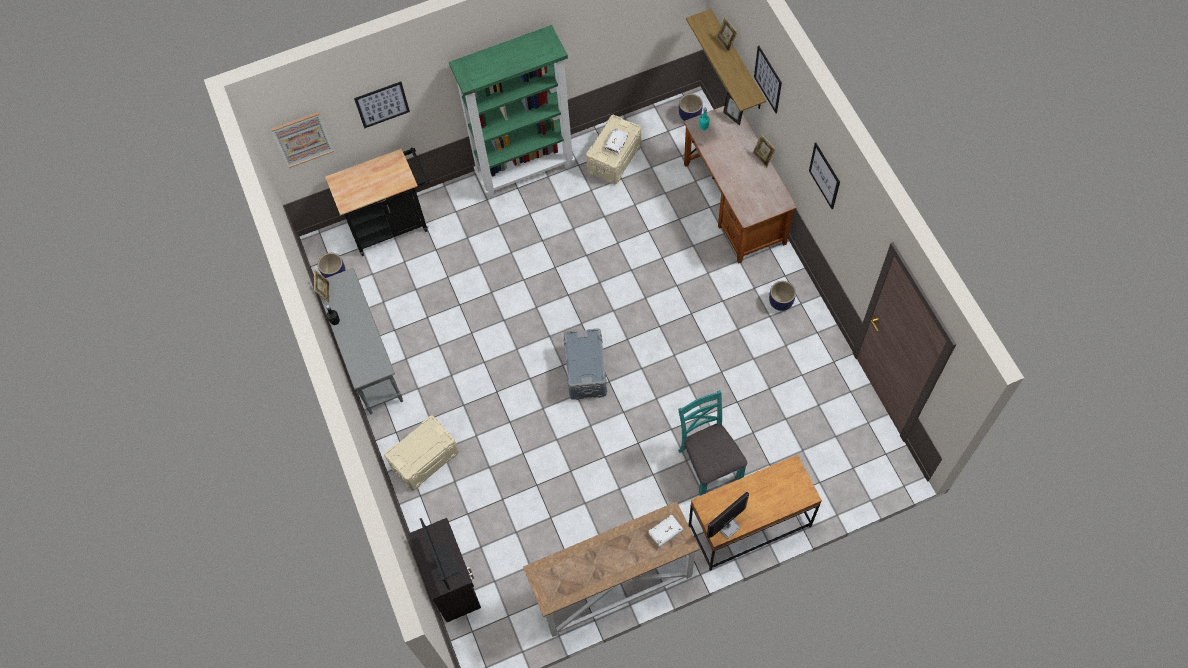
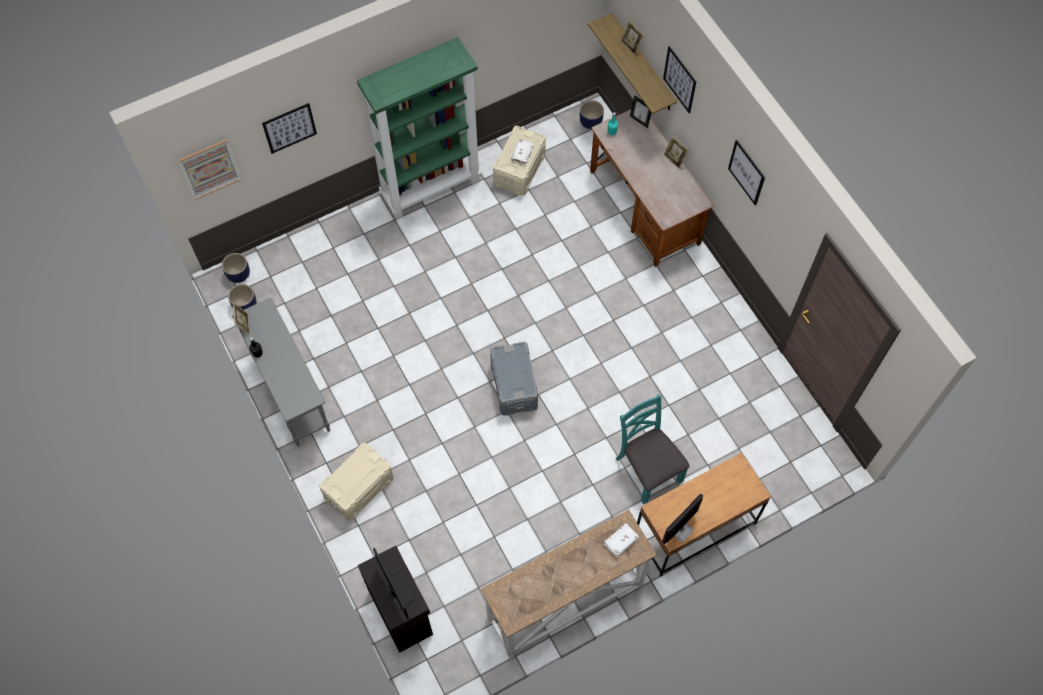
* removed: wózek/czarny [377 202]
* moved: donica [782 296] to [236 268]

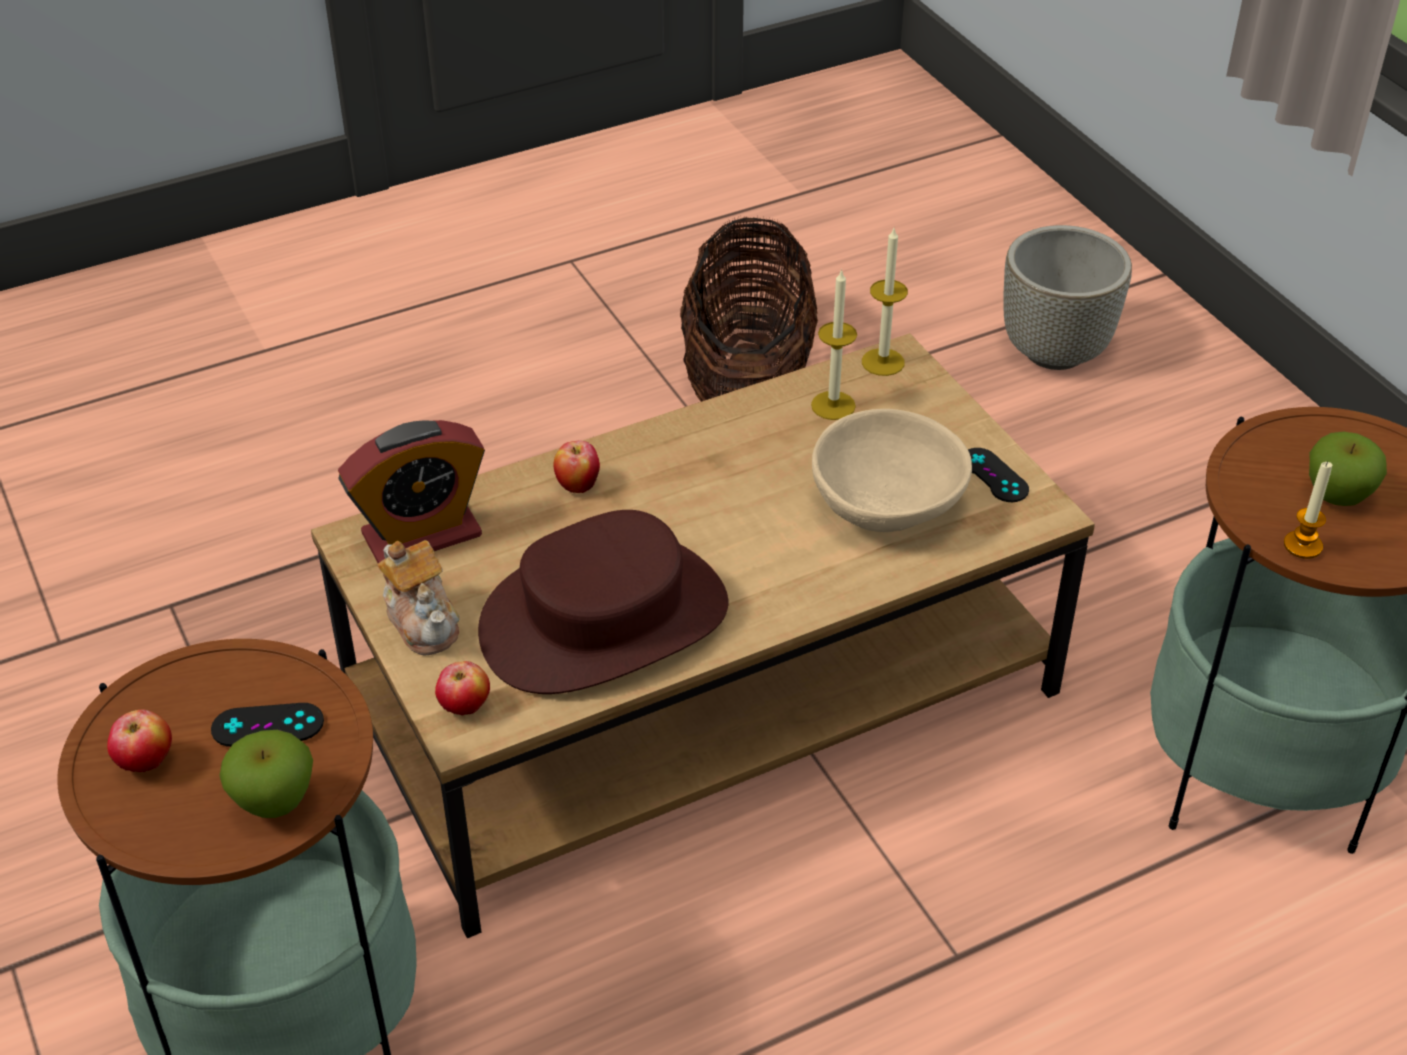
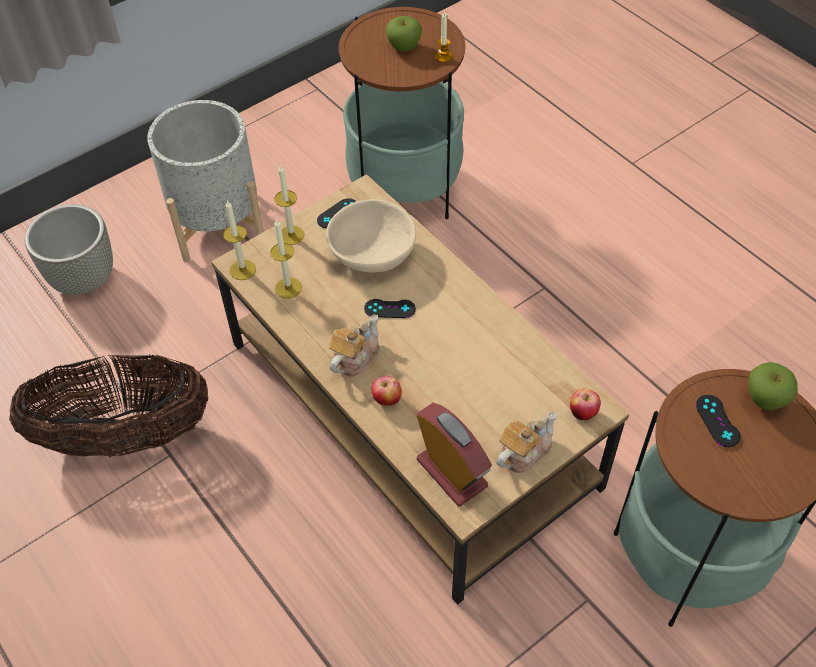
* removed: jabłko [139 740]
* removed: kapelusz/brązowy [603 602]
* added: donica/szary [205 181]
* added: świeca [289 204]
* added: imbryk [354 346]
* added: pad do gier/czarny [390 308]

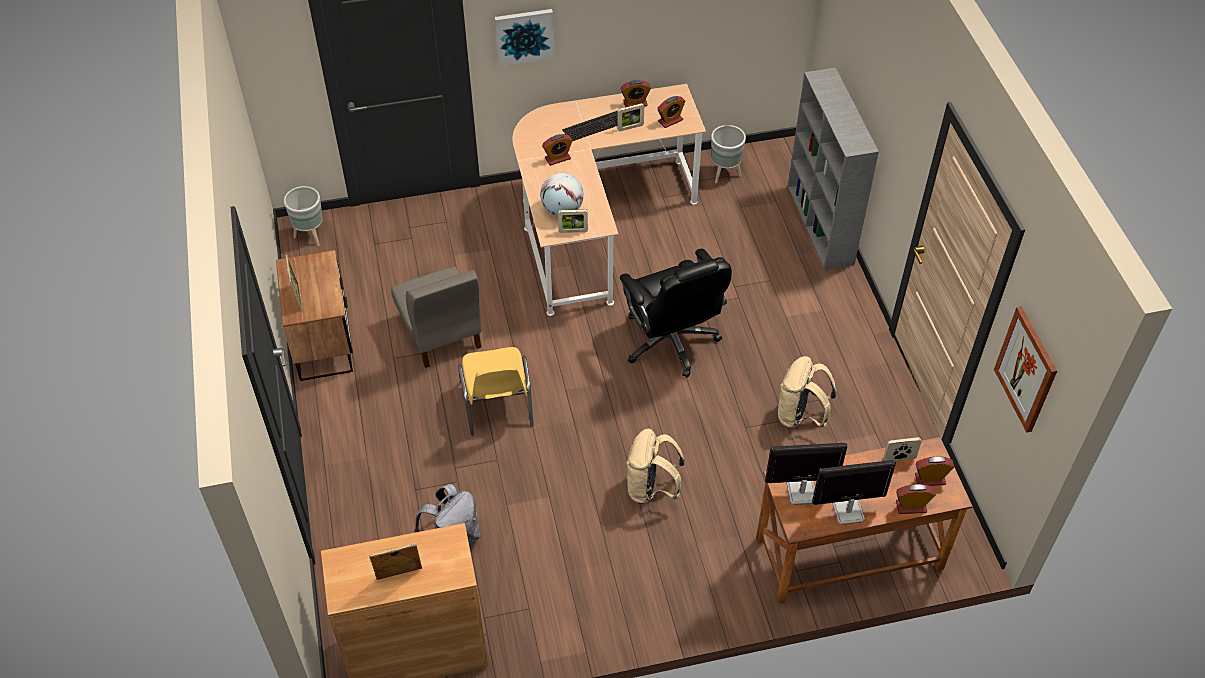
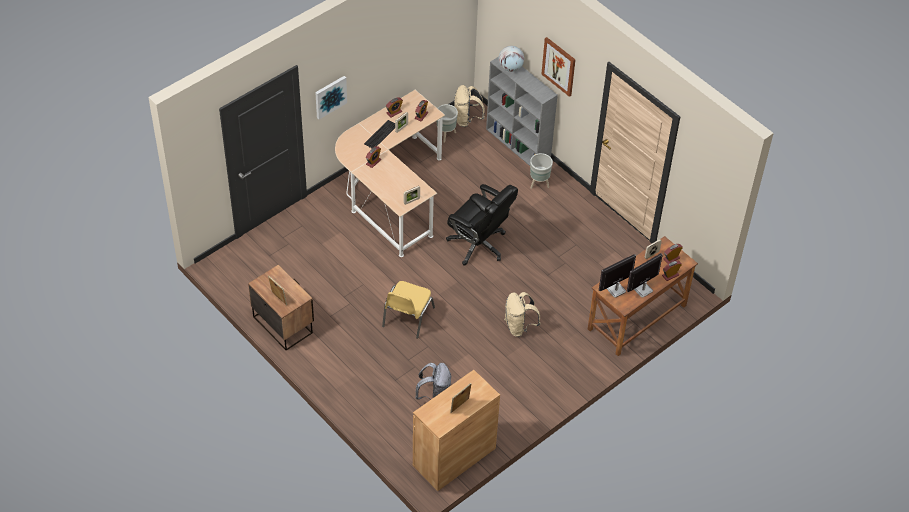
* moved: donica/szary [303 216] to [541 171]
* removed: krzesło/szary [436 317]
* turned: krzesło/żółty [496 391] = [408 309] 60 degrees clockwise
* moved: globus [562 194] to [511 59]
* moved: plecak/beżowy [807 392] to [469 106]
* moved: obraz [1025 369] to [558 67]

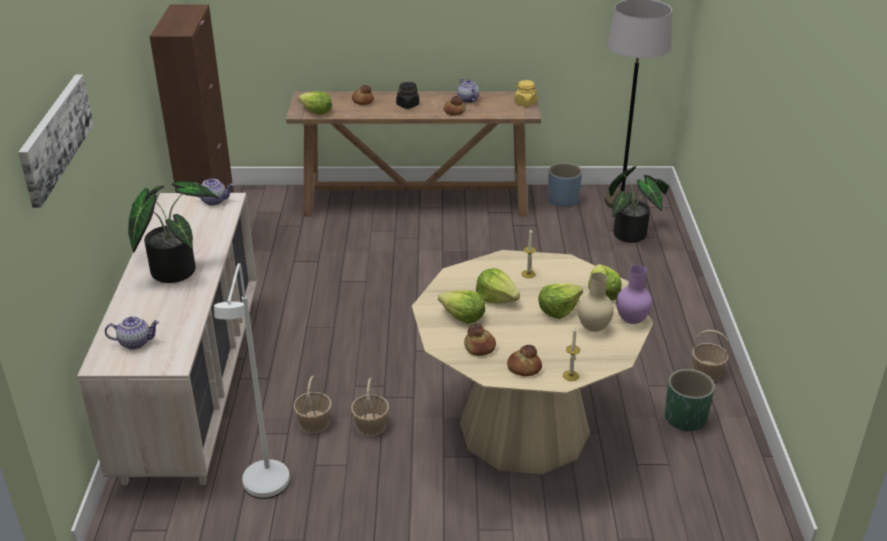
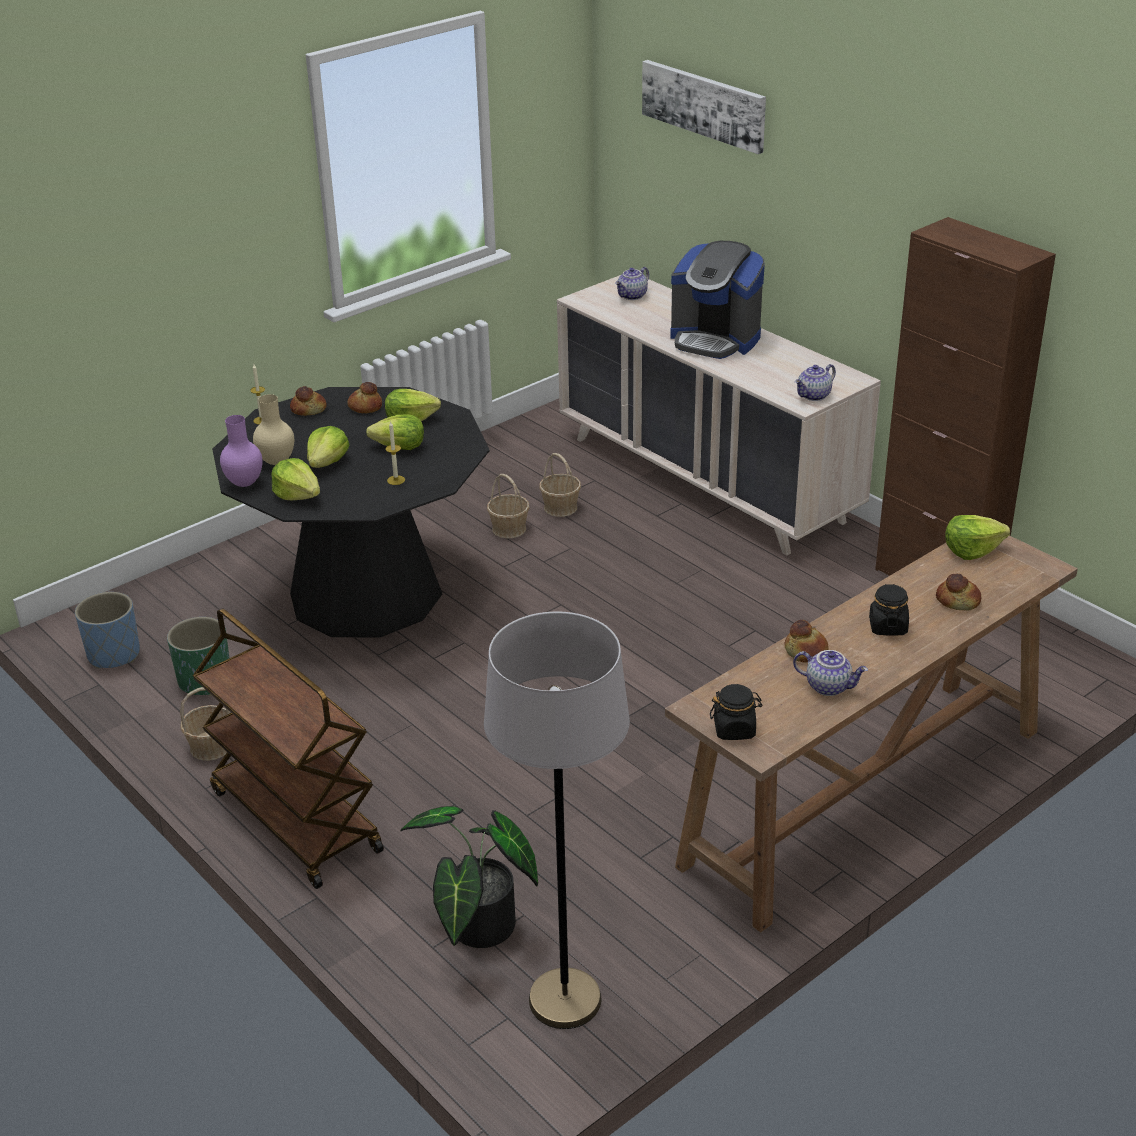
* replaced: roślina doniczkowa [173 232] to ekspres do kawy [717 300]
* removed: lampa stojąca/biały [252 381]
* recoloured: stół jadalny/beżowy [533 362] to stół jadalny/czarny [351 512]
* recoloured: słoik/żółty [525 93] to słoik/czarny [736 712]
* moved: donica/niebieski [565 185] to [107 630]
* added: wózek/brązowy [288 748]

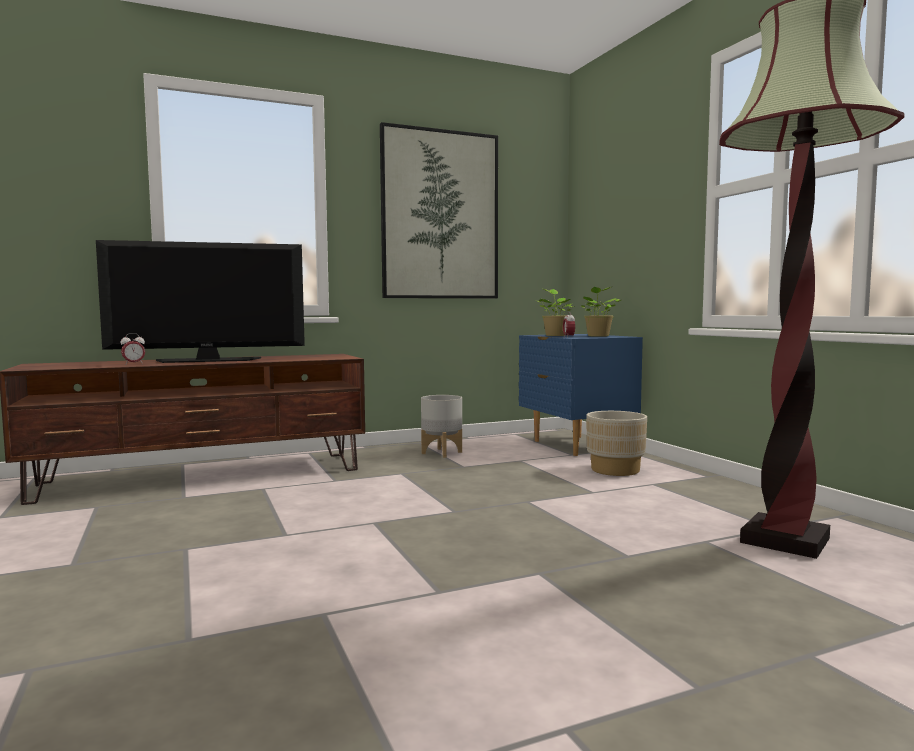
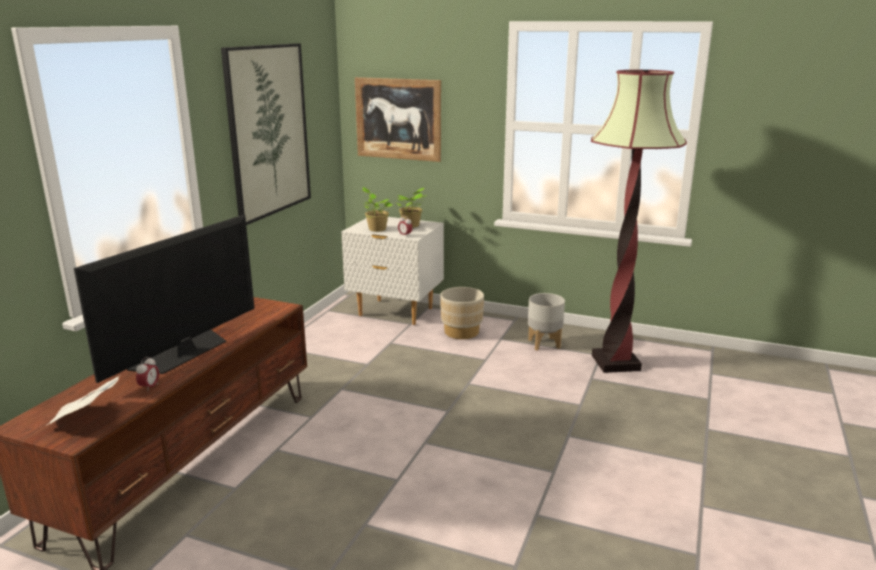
* moved: donica/szary [441 426] to [546 322]
* recoloured: szafka nocna/niebieski [581 395] to szafka nocna/biały [392 271]
* added: gazeta [82 401]
* added: obraz [398 119]

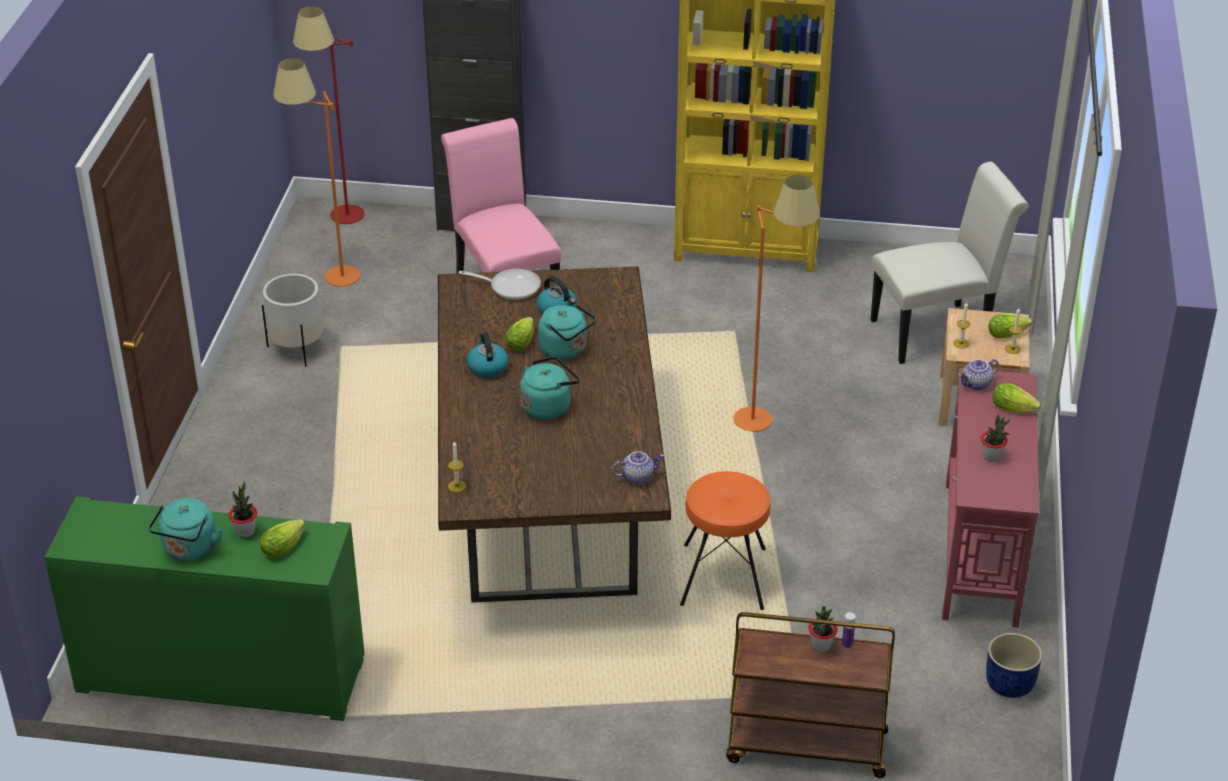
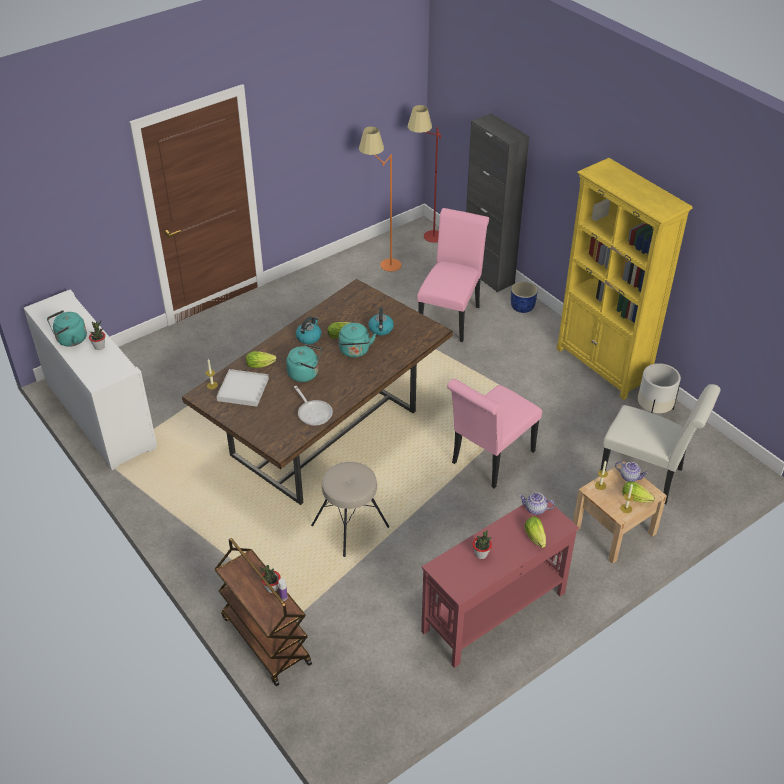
* recoloured: szafka/zielony [204 608] to szafka/biały [90 379]
* moved: sałata [282 538] to [261 359]
* moved: donica/biały [292 320] to [659 388]
* moved: patelnia [499 284] to [313 406]
* moved: imbryk [638 468] to [631 471]
* recoloured: stołek/pomarańczowy [725 540] to stołek/beżowy [350 509]
* replaced: lampa stojąca/pomarańczowy [776 303] to krzesło/różowy [494 433]
* moved: donica/niebieski [1014 665] to [524 297]
* added: taca/biały [243 388]

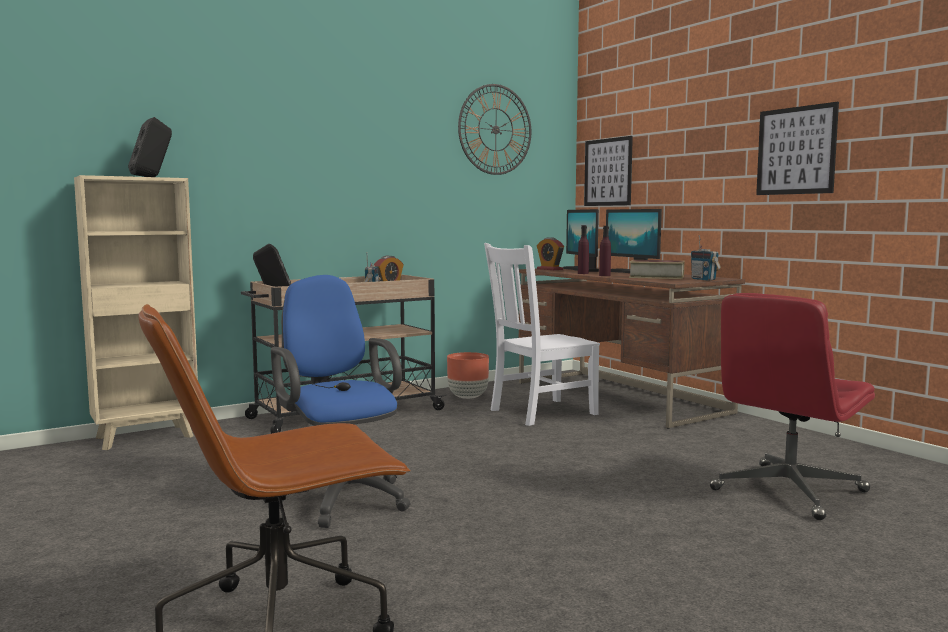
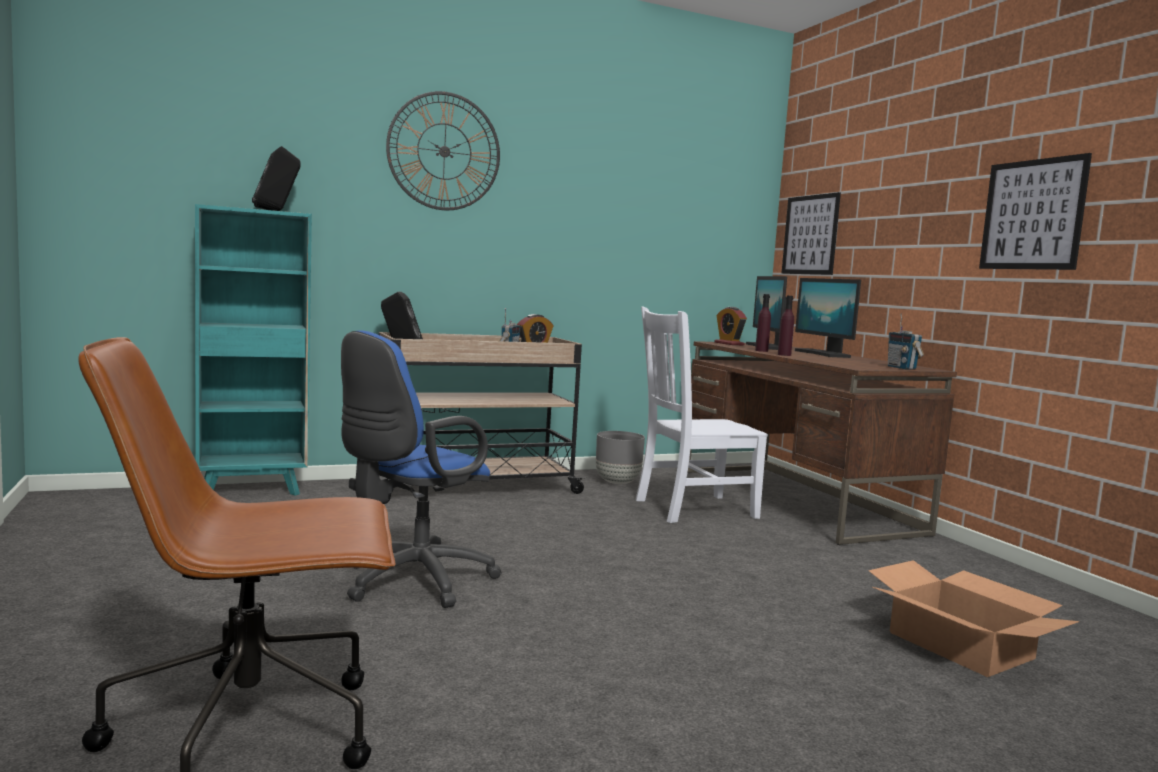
* recoloured: regał/beżowy [136 312] to regał/turkusowy [253 350]
* turned: krzesło biurowe/niebieski [341 401] = [421 469] 120 degrees counterclockwise
* recoloured: donica/brązowy [468 375] to donica/szary [620 457]
* moved: zegar ścienny [494 129] to [443 151]
* removed: książka [657 269]
* replaced: krzesło biurowe/czerwony [792 406] to karton [974 618]

